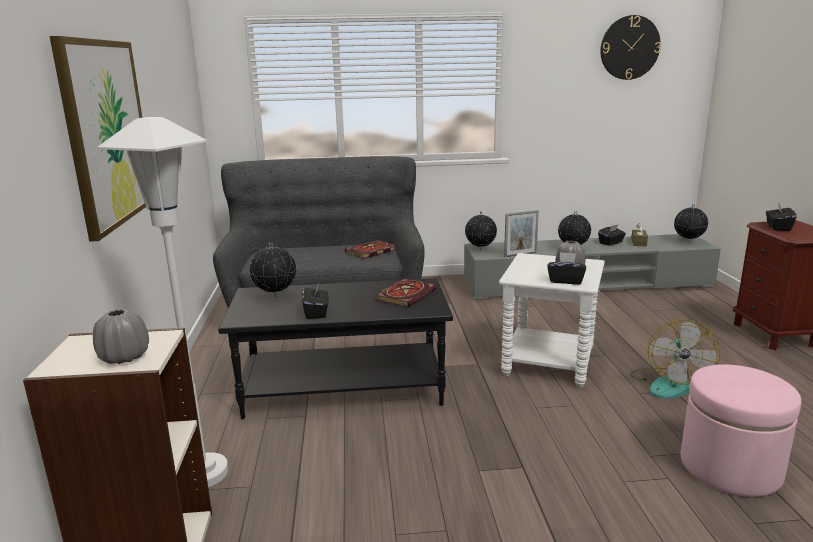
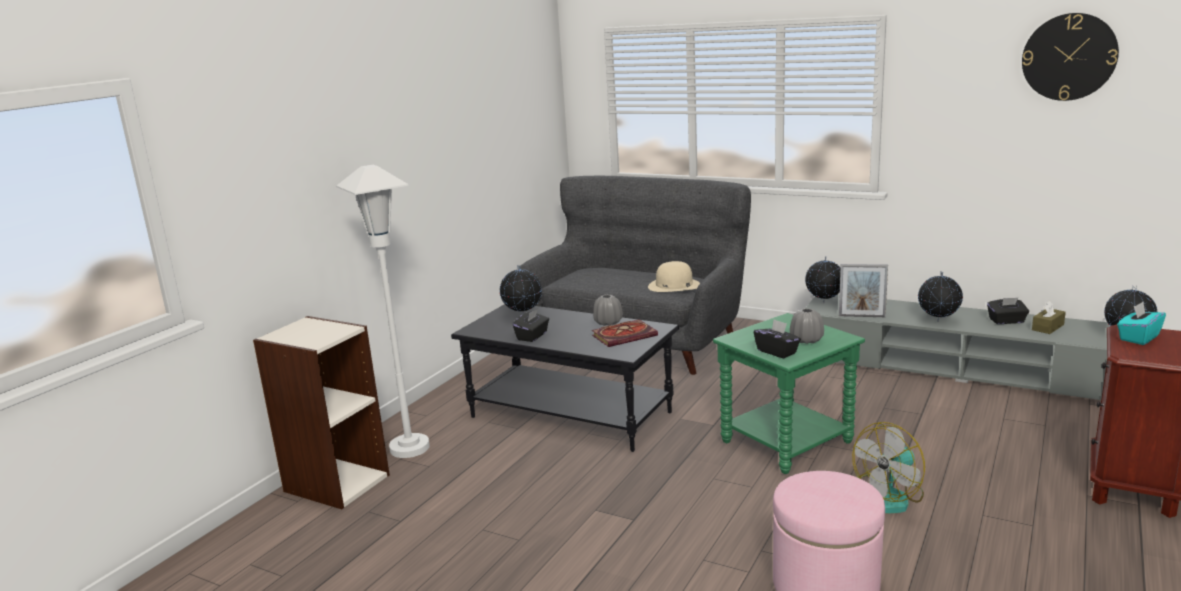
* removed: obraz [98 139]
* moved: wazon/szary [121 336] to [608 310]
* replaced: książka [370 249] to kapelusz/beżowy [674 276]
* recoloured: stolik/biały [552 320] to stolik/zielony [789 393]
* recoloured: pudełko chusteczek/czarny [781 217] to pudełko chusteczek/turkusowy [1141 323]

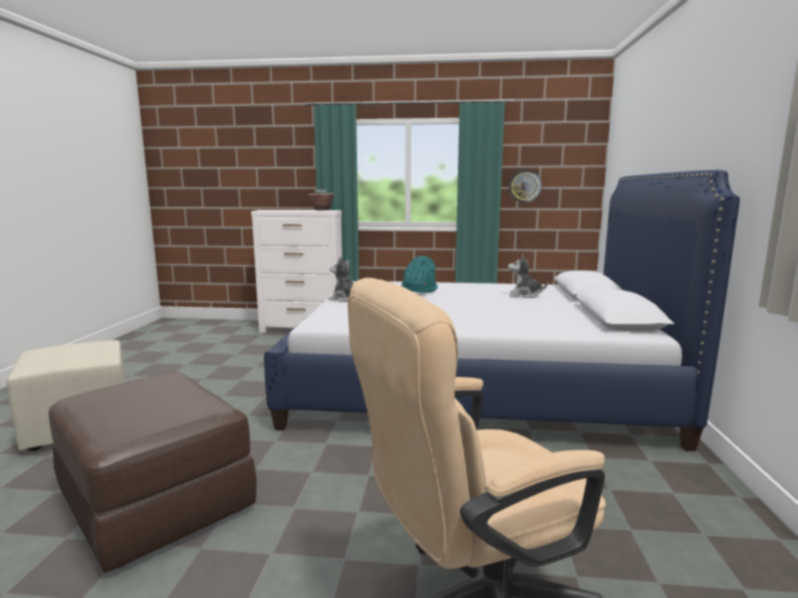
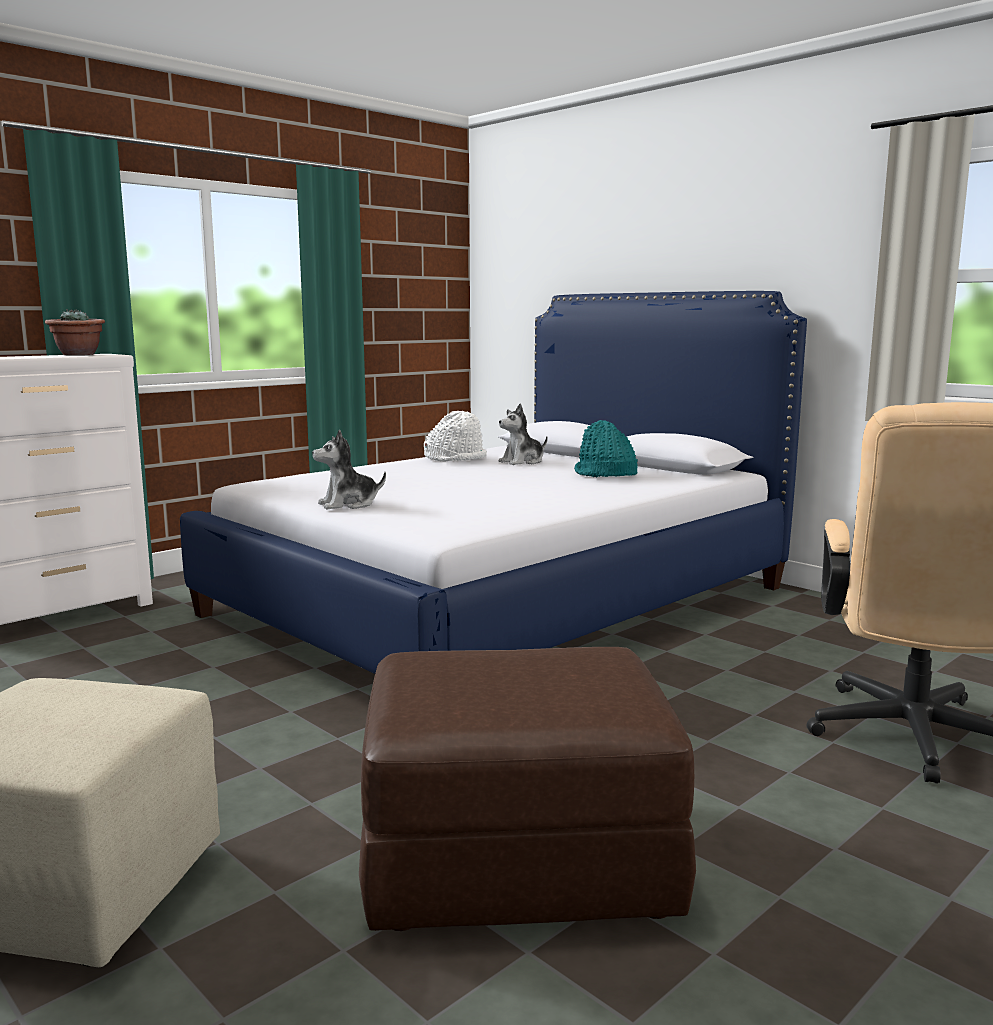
* moved: kapelusz/turkusowy [419 274] to [606 448]
* removed: zegar ścienny [525 186]
* added: kapelusz/biały [455 436]

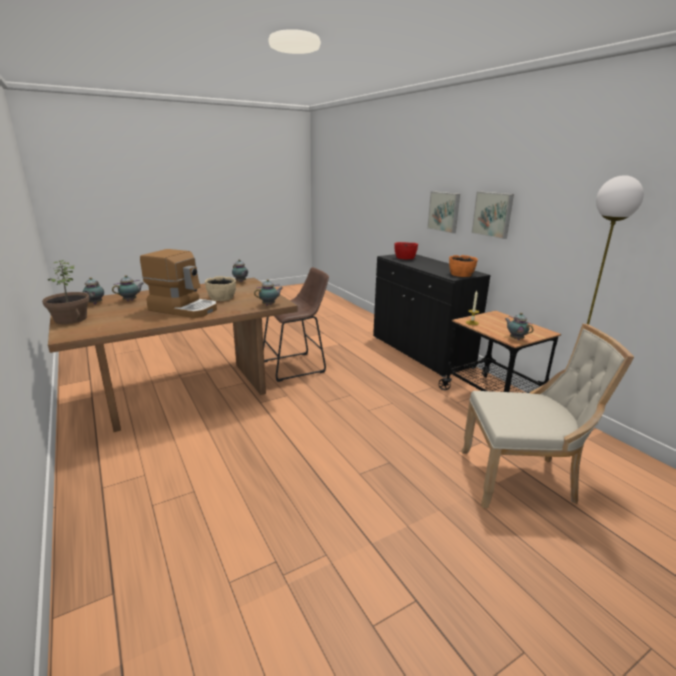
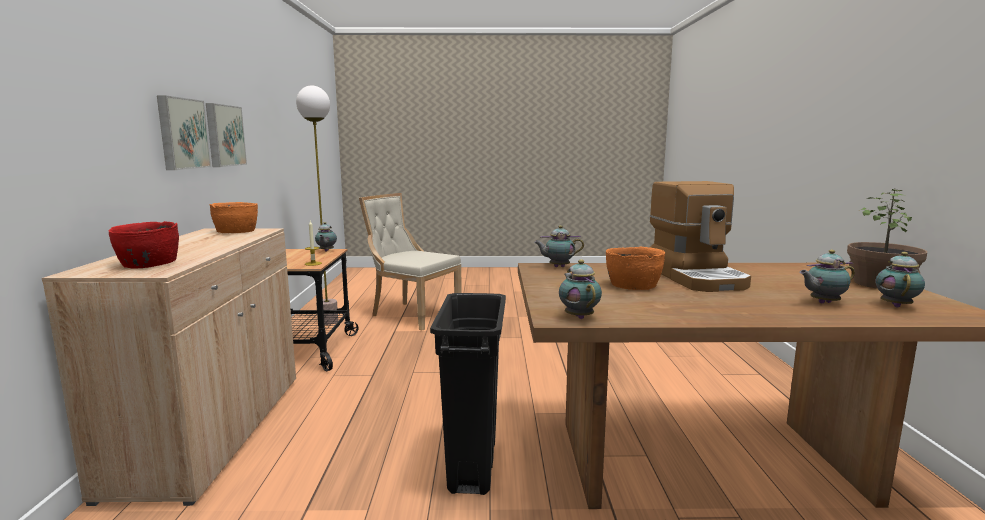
* turned: ekspres do kawy [178 283] = [700 236] 150 degrees counterclockwise
* recoloured: miska/beżowy [220 288] to miska/pomarańczowy [635 268]
* replaced: stołek/brązowy [296 324] to kosz na śmieci/czarny [468 394]
* recoloured: szafka/czarny [432 316] to szafka/beżowy [169 367]
* moved: obraz [443 212] to [226 135]

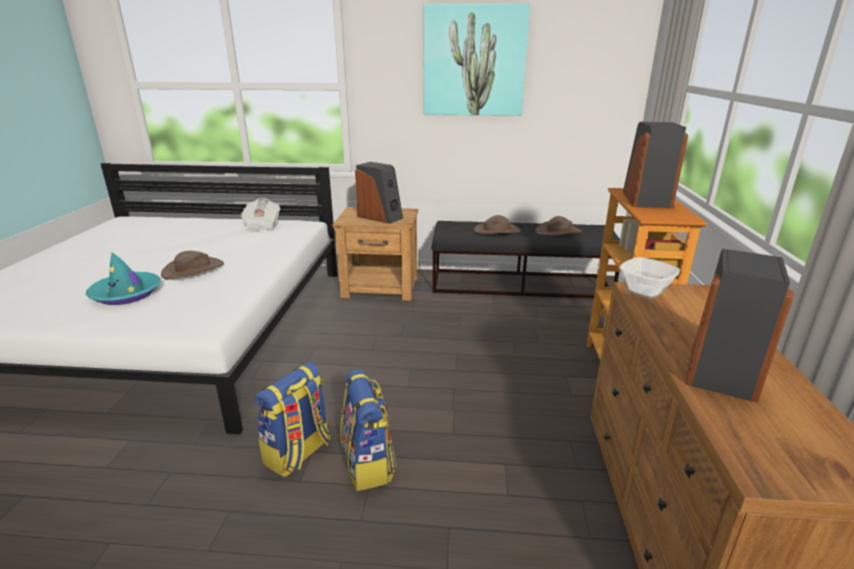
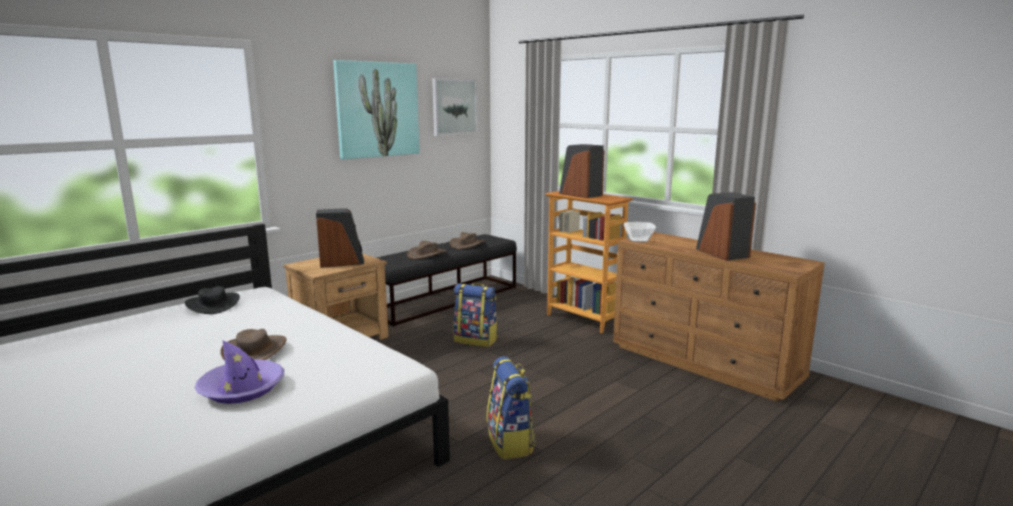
* recoloured: kapelusz/turkusowy [123 278] to kapelusz/fioletowy [239 372]
* replaced: gazeta [261 215] to kapelusz/czarny [212 300]
* moved: plecak [368 430] to [475 315]
* added: obraz [455 107]

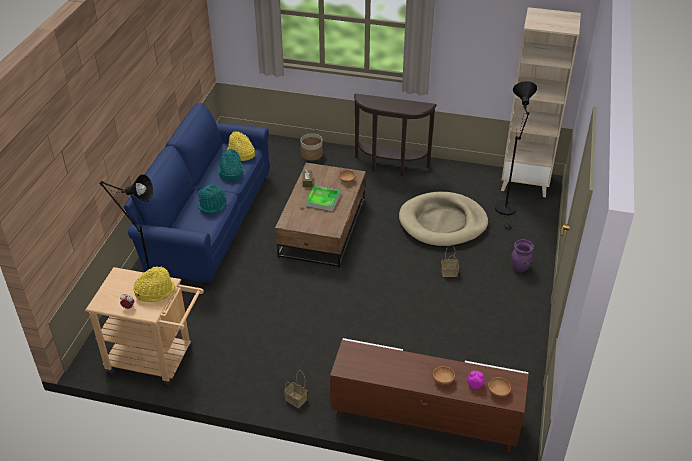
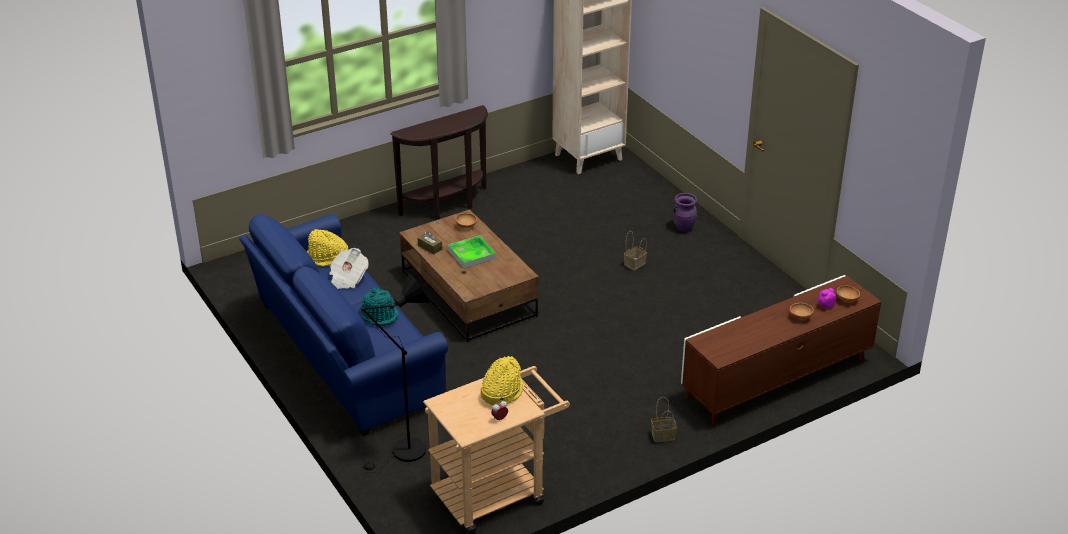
* replaced: kapelusz/turkusowy [231 165] to gazeta [349 268]
* removed: donica [311 147]
* removed: legowisko/beżowy [443 219]
* removed: lampa stojąca/czarny [516 155]

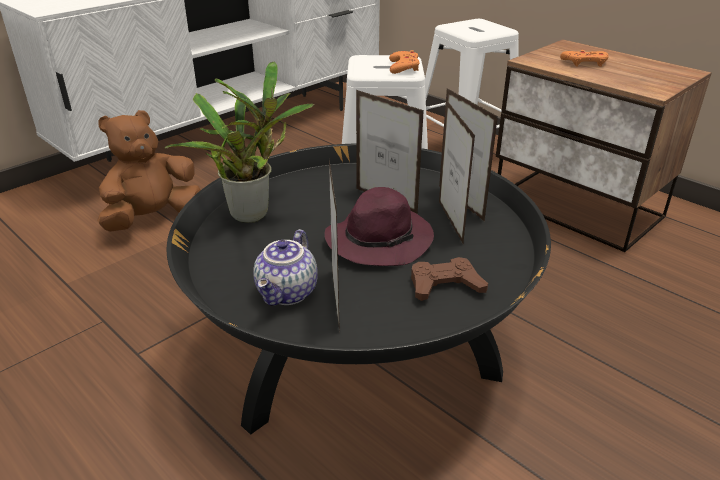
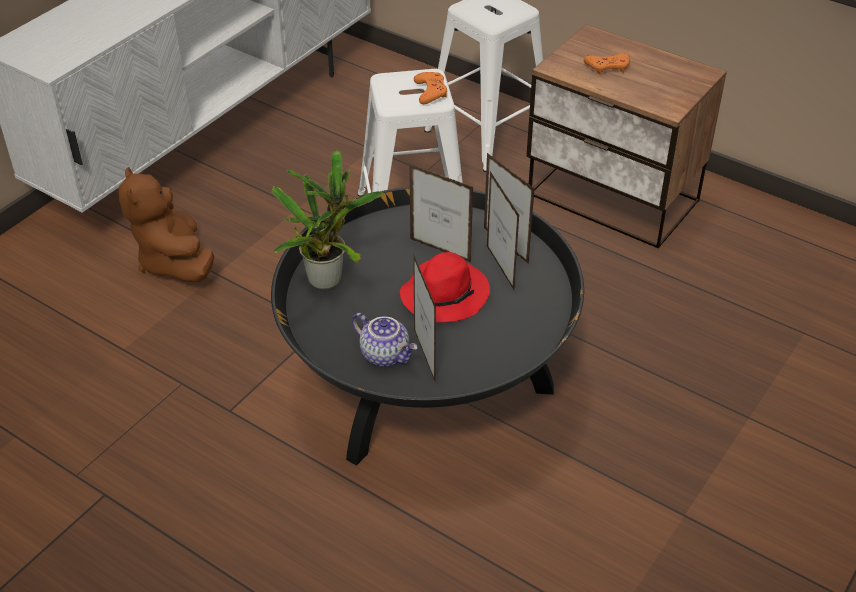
* turned: pluszak/brązowy [149 171] = [166 224] 60 degrees counterclockwise
* turned: imbryk [285 267] = [385 340] 60 degrees counterclockwise
* recoloured: kapelusz/fioletowy [379 226] to kapelusz/czerwony [445 287]
* removed: pad do gier/brązowy [449 279]

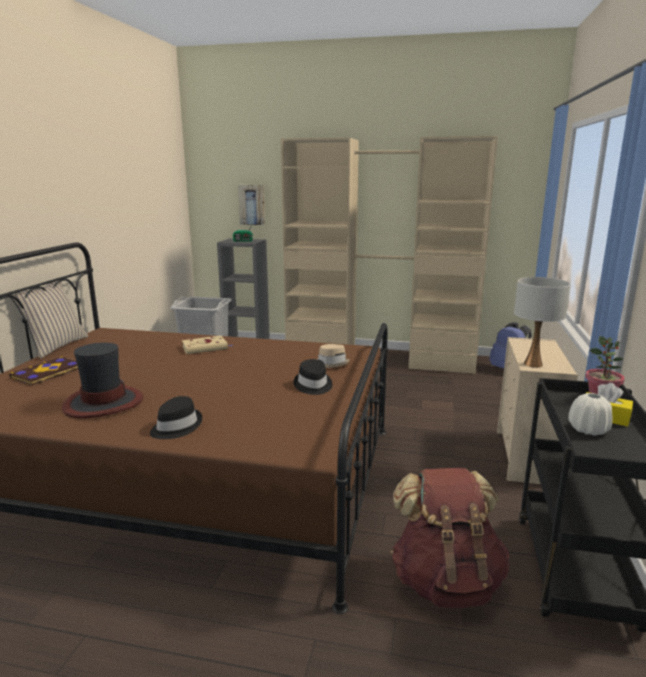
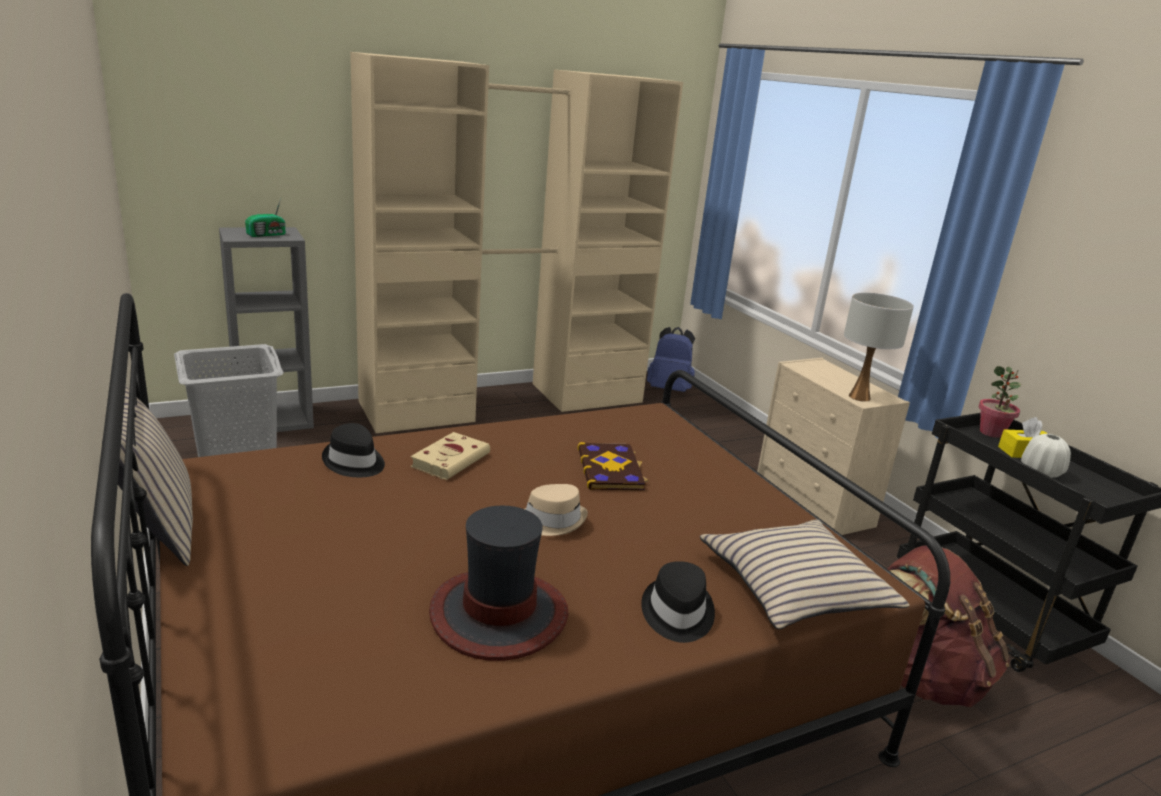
* moved: książka [43 371] to [613 466]
* removed: obraz [251 205]
* moved: kapelusz/czarny [313 377] to [353 450]
* moved: kapelusz/beżowy [334 356] to [556 510]
* added: poduszka/beżowy [805 574]

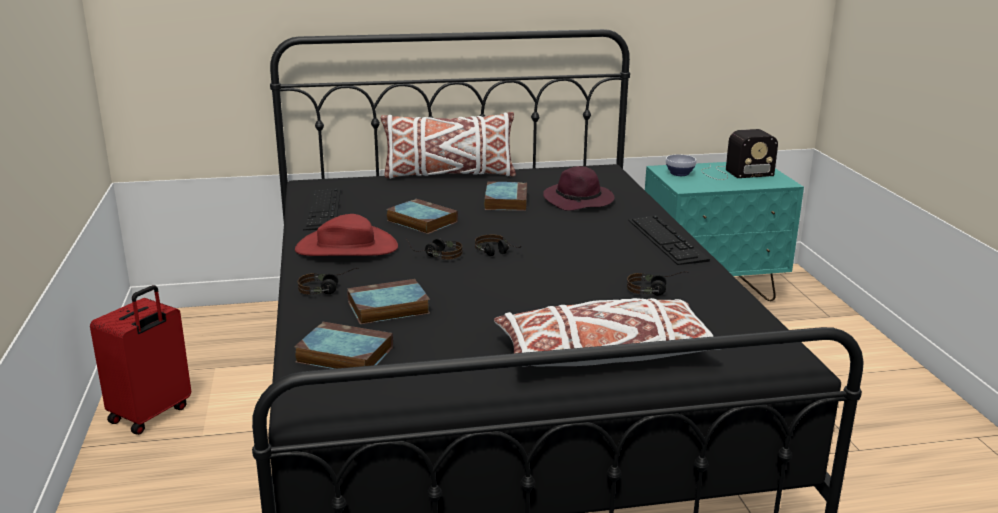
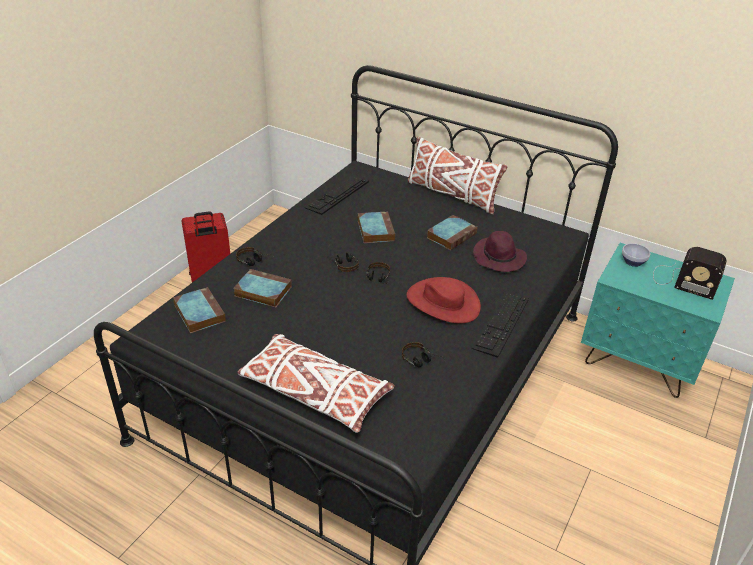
* moved: kapelusz/czerwony [346 235] to [443 300]

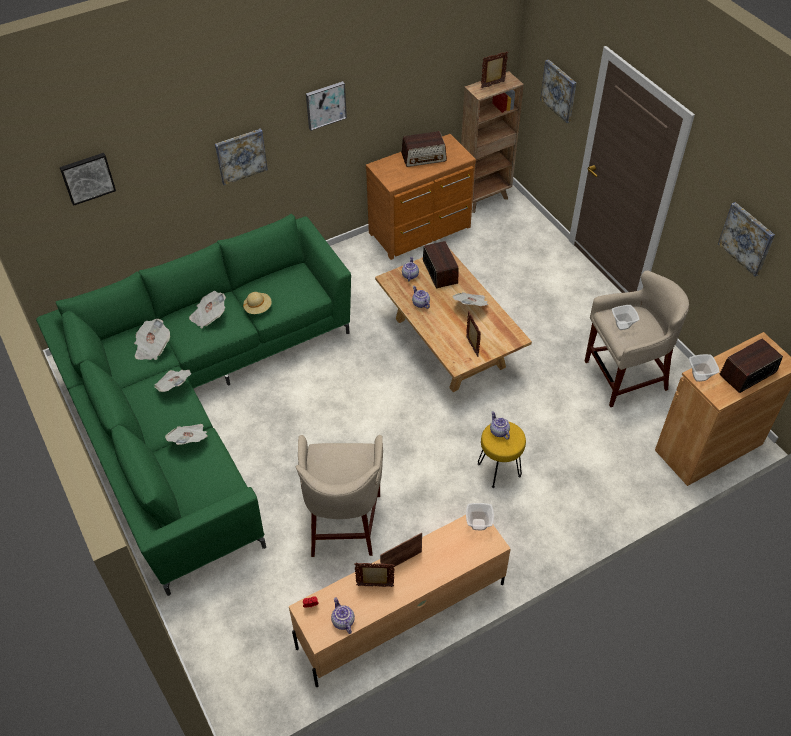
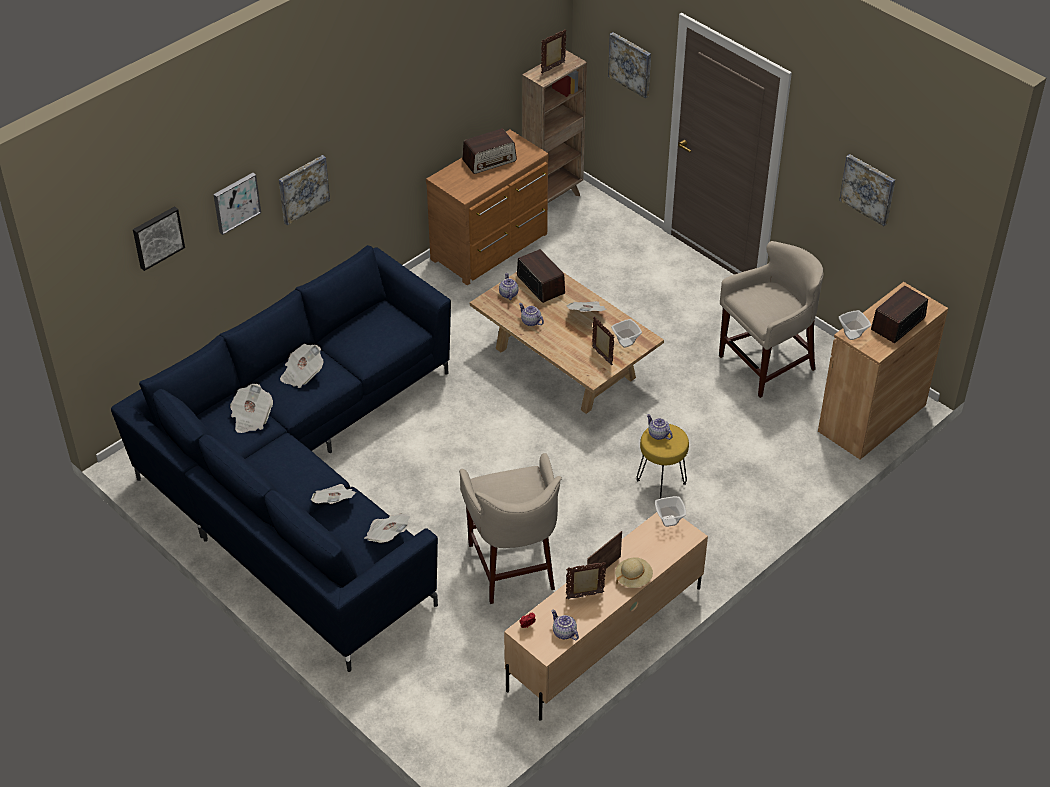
* recoloured: kanapa/zielony [193 405] to kanapa/niebieski [281 458]
* moved: gazeta [172 381] to [387 528]
* moved: kapelusz/beżowy [257 303] to [634 572]
* moved: obraz [326 106] to [237 204]
* moved: miska [626 317] to [626 333]

